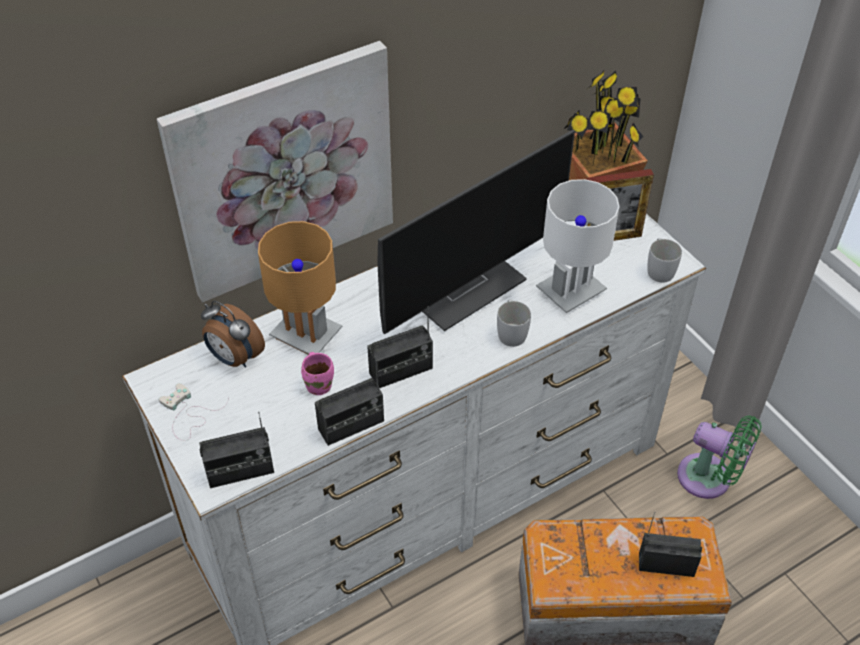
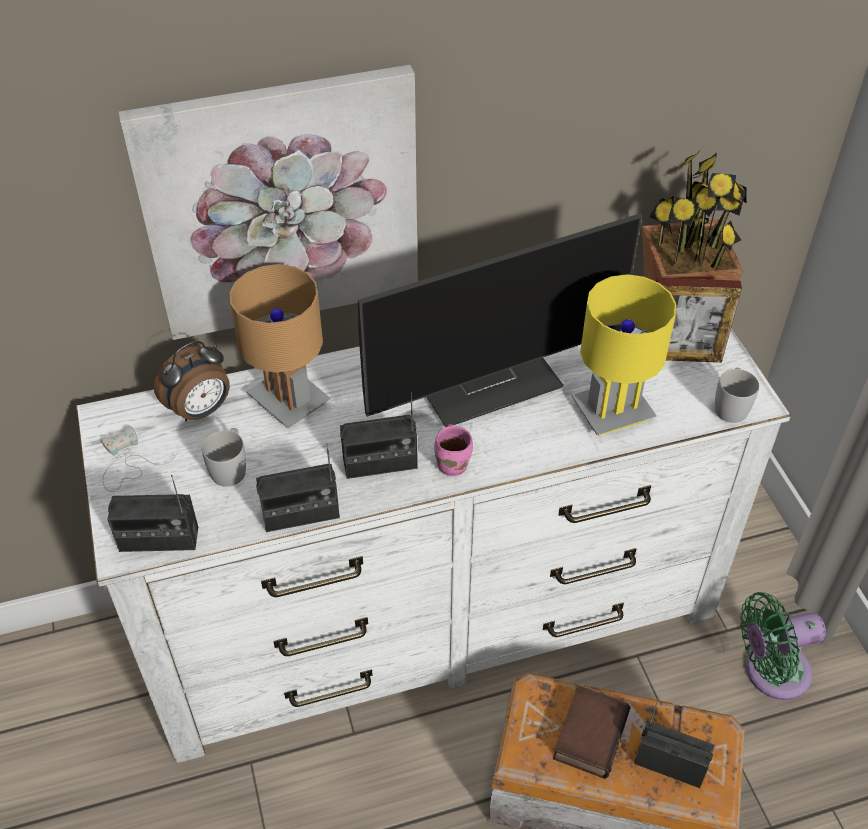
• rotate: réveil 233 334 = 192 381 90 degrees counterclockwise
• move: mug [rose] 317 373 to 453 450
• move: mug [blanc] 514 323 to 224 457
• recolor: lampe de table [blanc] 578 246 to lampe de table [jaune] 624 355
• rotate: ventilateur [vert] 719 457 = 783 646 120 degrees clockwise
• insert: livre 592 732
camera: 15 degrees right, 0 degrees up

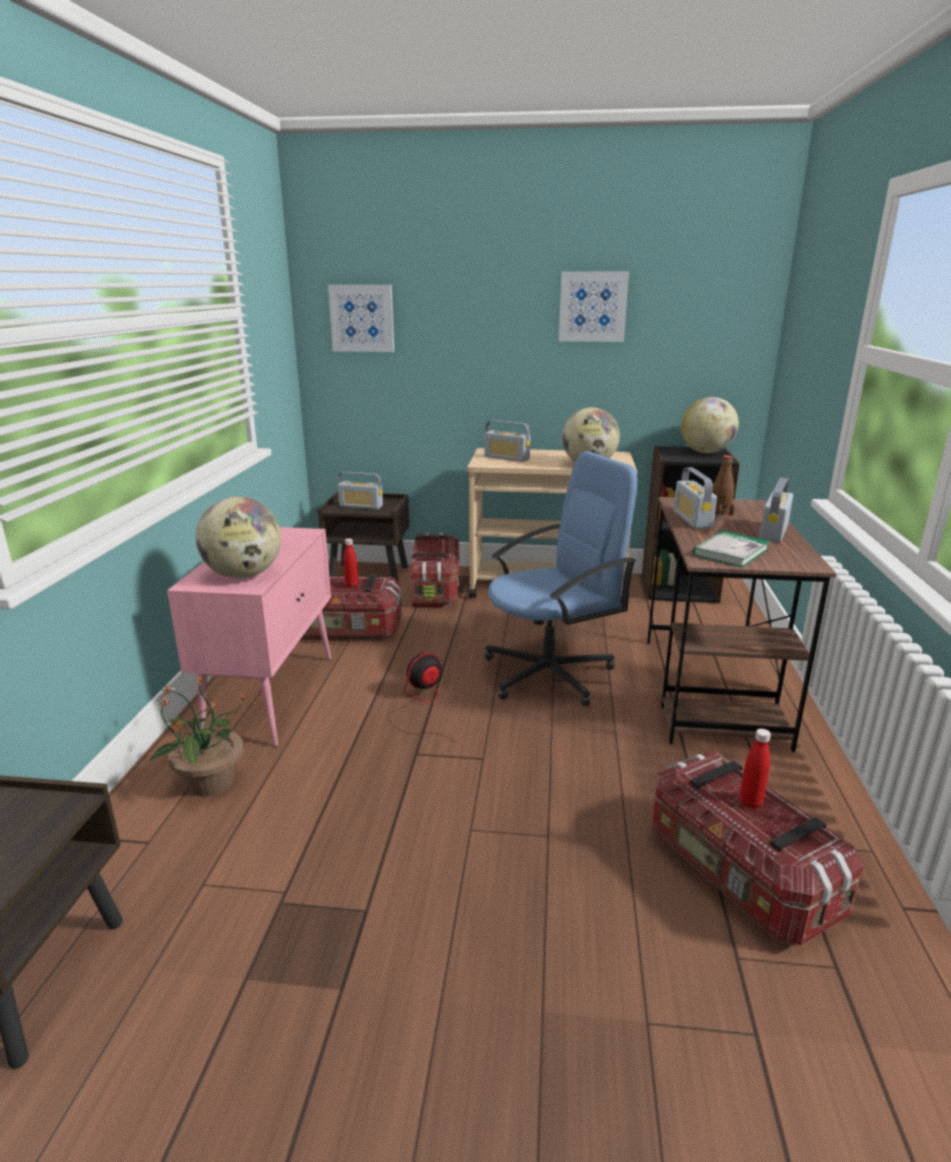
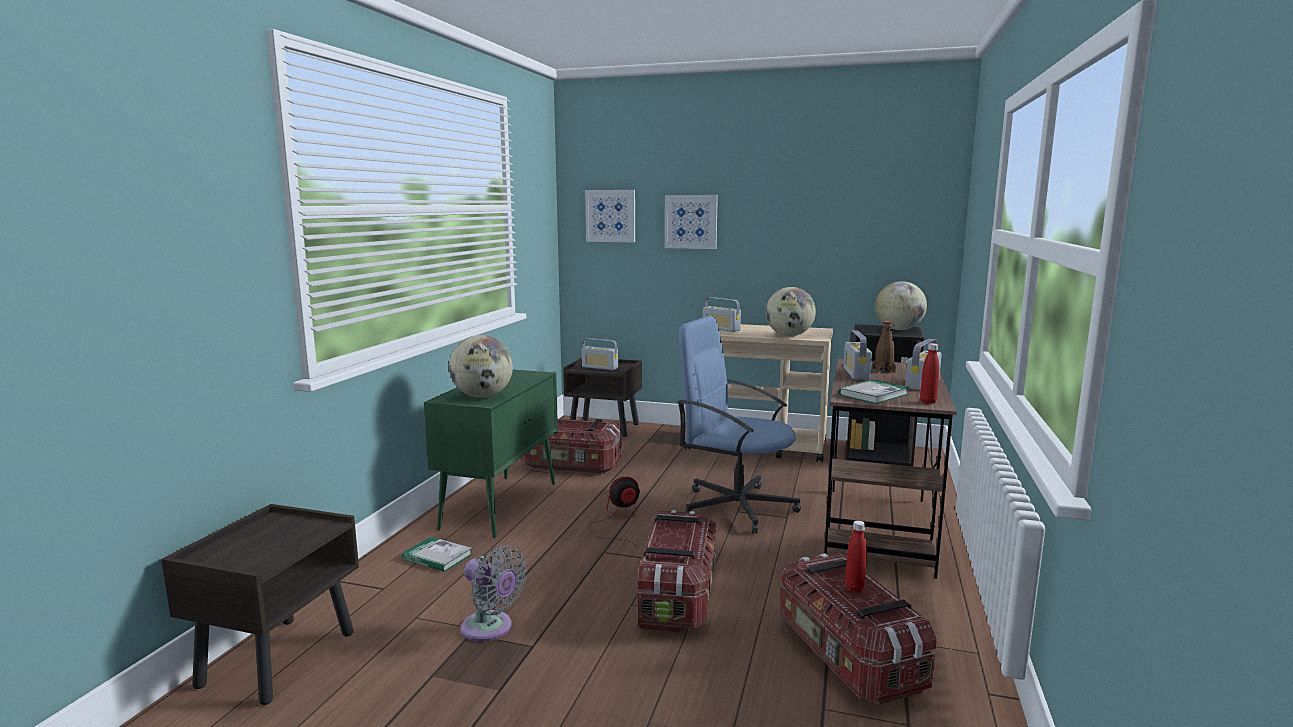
• replace: plante en pot 198 736 to livre 437 554
• recolor: meuble de rangement [rose] 249 637 to meuble de rangement [vert] 491 454
• move: bouteille [rouge] 350 563 to 929 373
• move: boîte de rangement 435 570 to 677 571
• rotate: chaise de bureau [bleu] 560 578 = 739 425 135 degrees counterclockwise
• move: tableau 594 306 to 691 222
• insert: ventilateur [gris] 494 594
camera: 10 degrees right, 10 degrees down

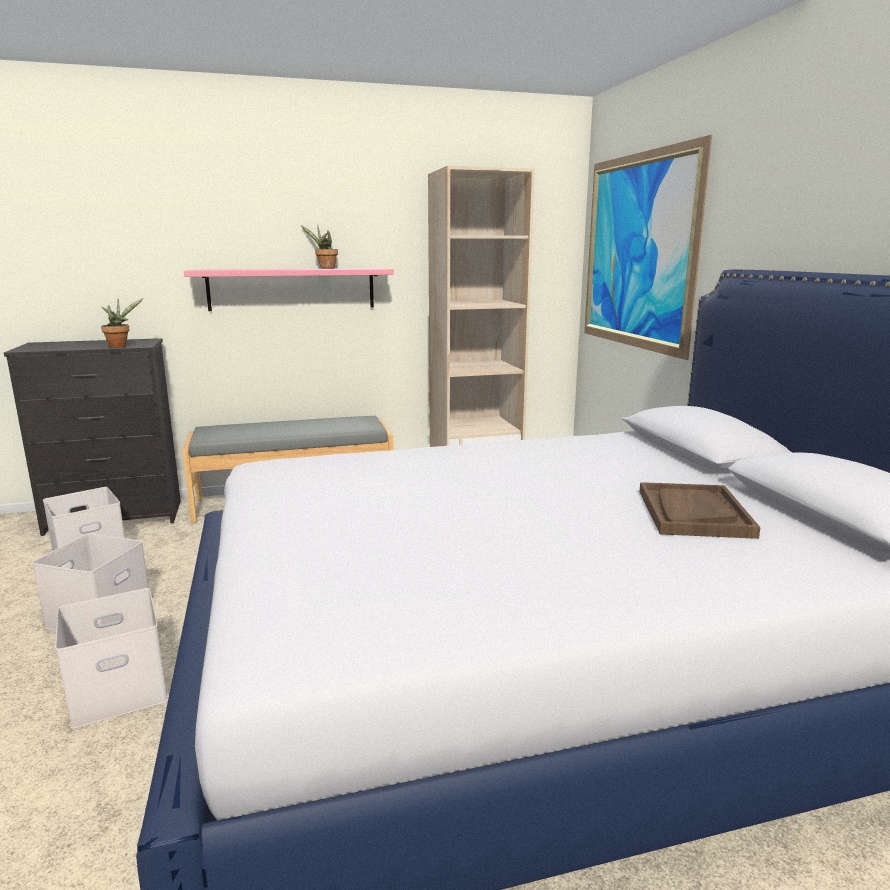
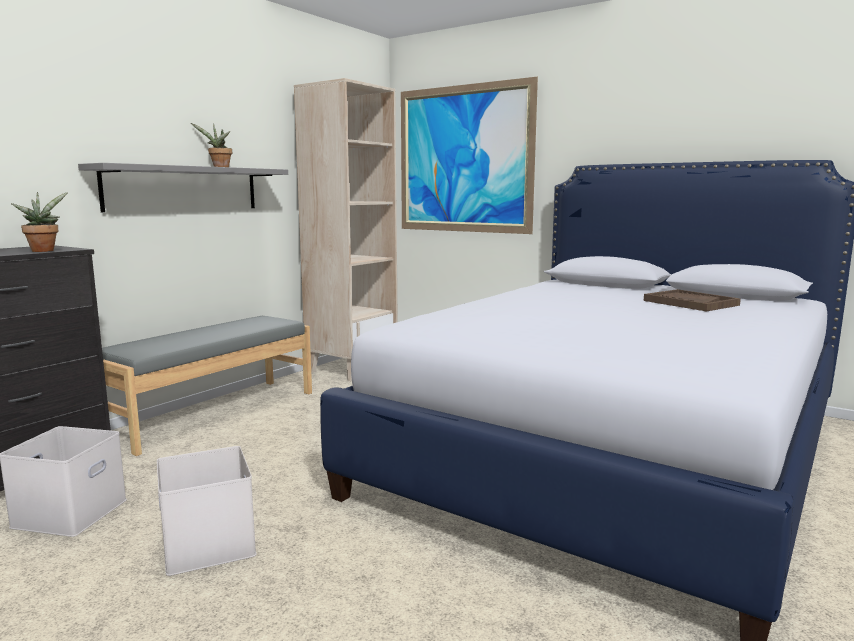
• delete: boîte de rangement [blanc] 111 658
• recolor: étagère [rose] 289 289 to étagère [gris] 183 187
camera: 40 degrees left, 5 degrees down

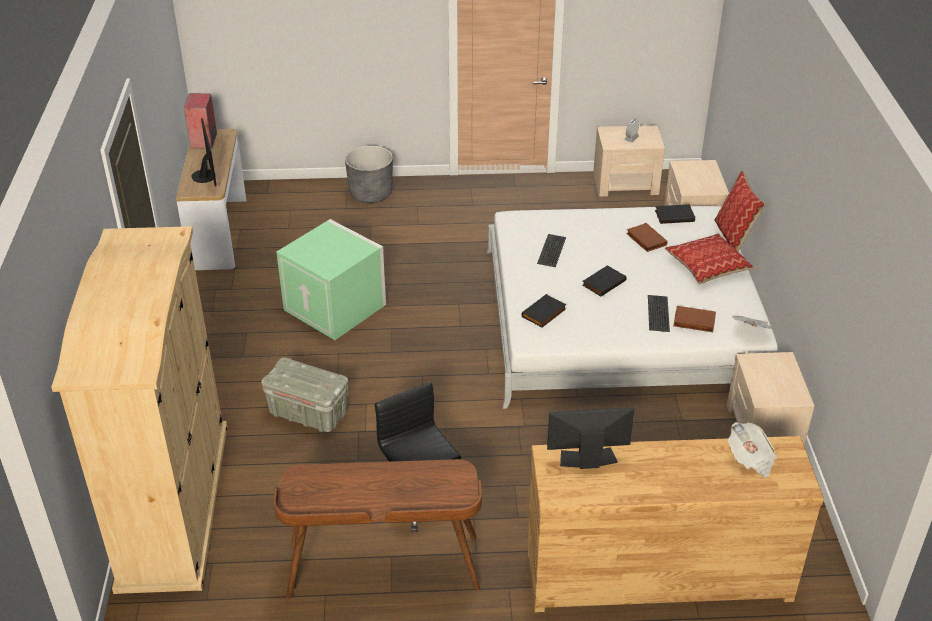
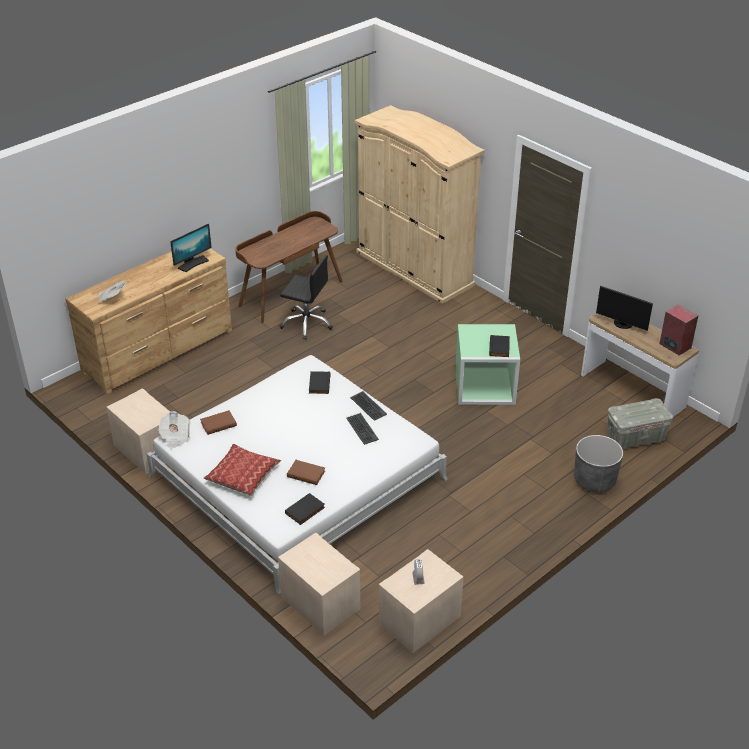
• move: boîte de rangement [gris] 304 395 to 640 424
• move: livre [noir] 604 281 to 499 346
• move: clavier 659 313 to 368 406
• delete: coussin 740 211
camera: 140 degrees right, 0 degrees up

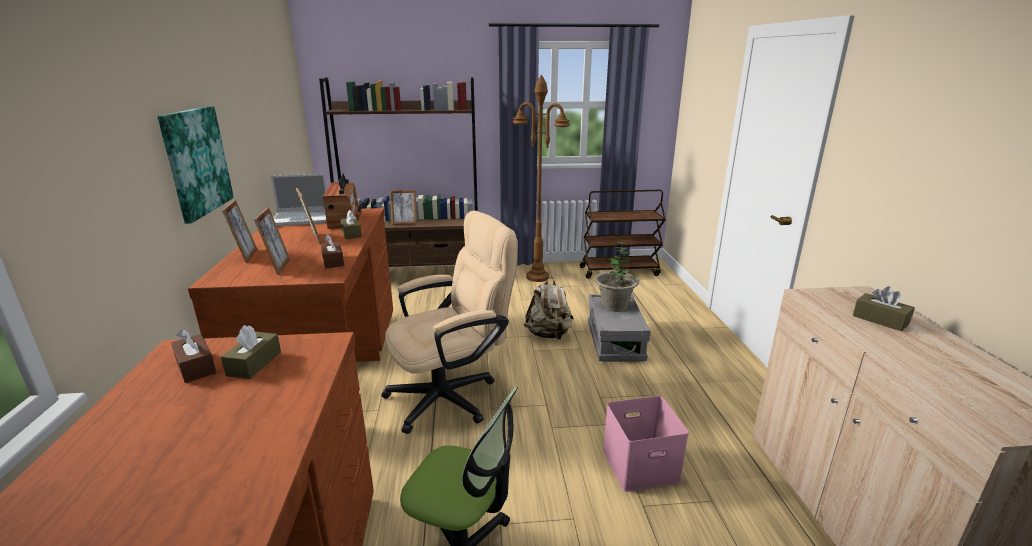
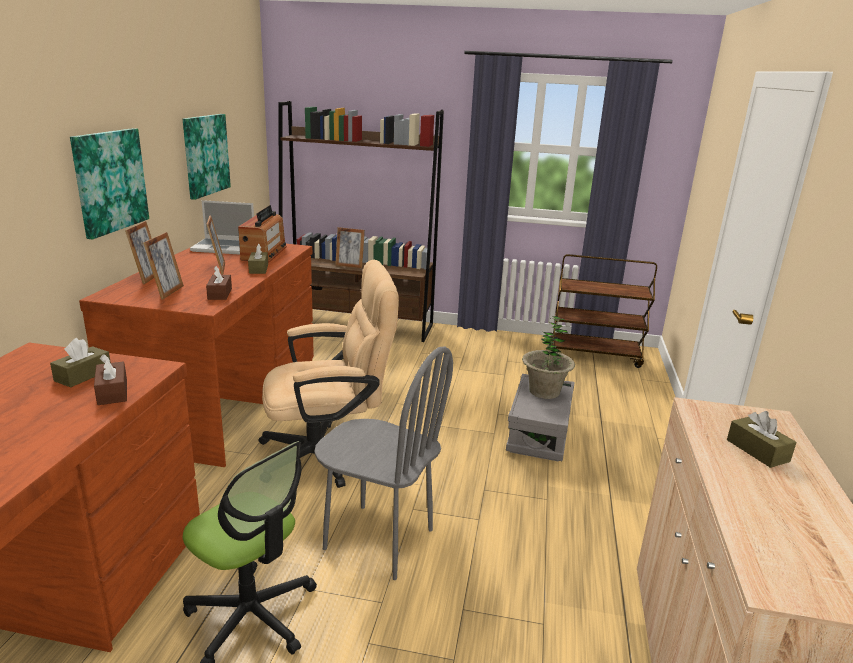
• move: boîte à mouchoirs [marron] 194 356 to 110 379
• delete: lampadaire [marron] 541 178
• delete: sac à dos [beige] 549 308
• delete: boîte de rangement [rose] 646 444
• insert: tableau 207 157
• insert: chaise [gris] 383 463
camera: 15 degrees right, 0 degrees up

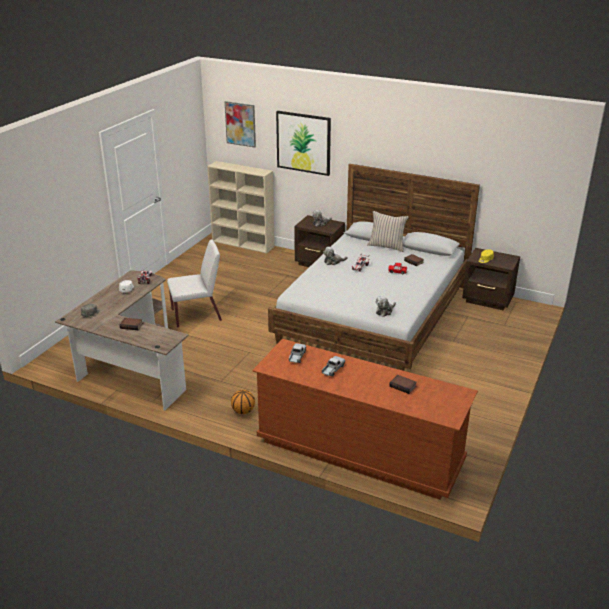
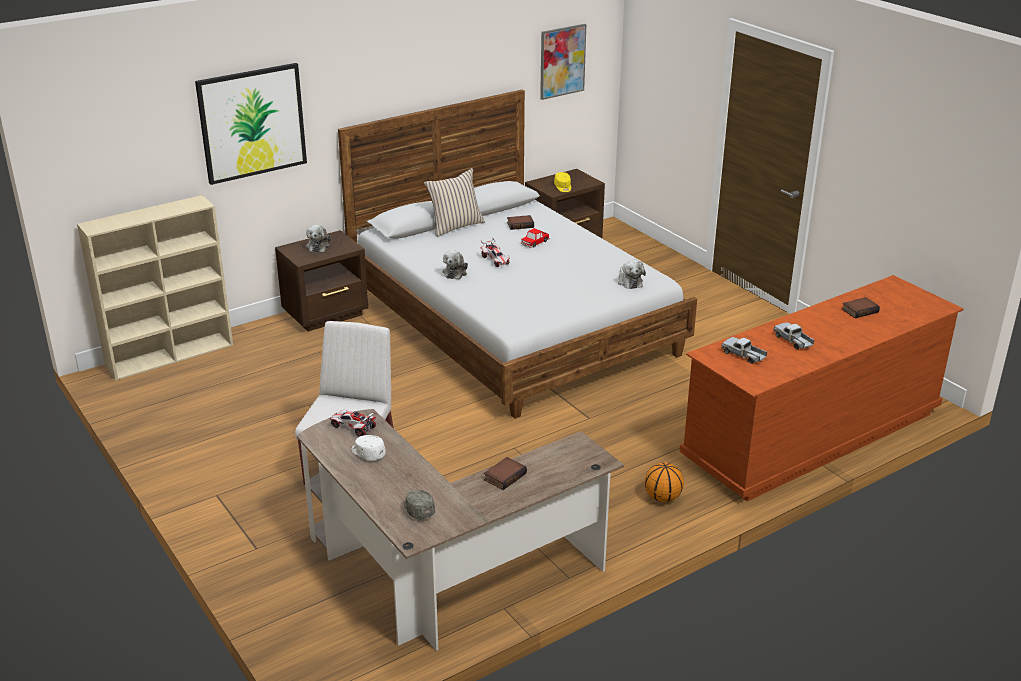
• move: tableau 240 124 to 563 62
camera: 60 degrees left, 0 degrees up

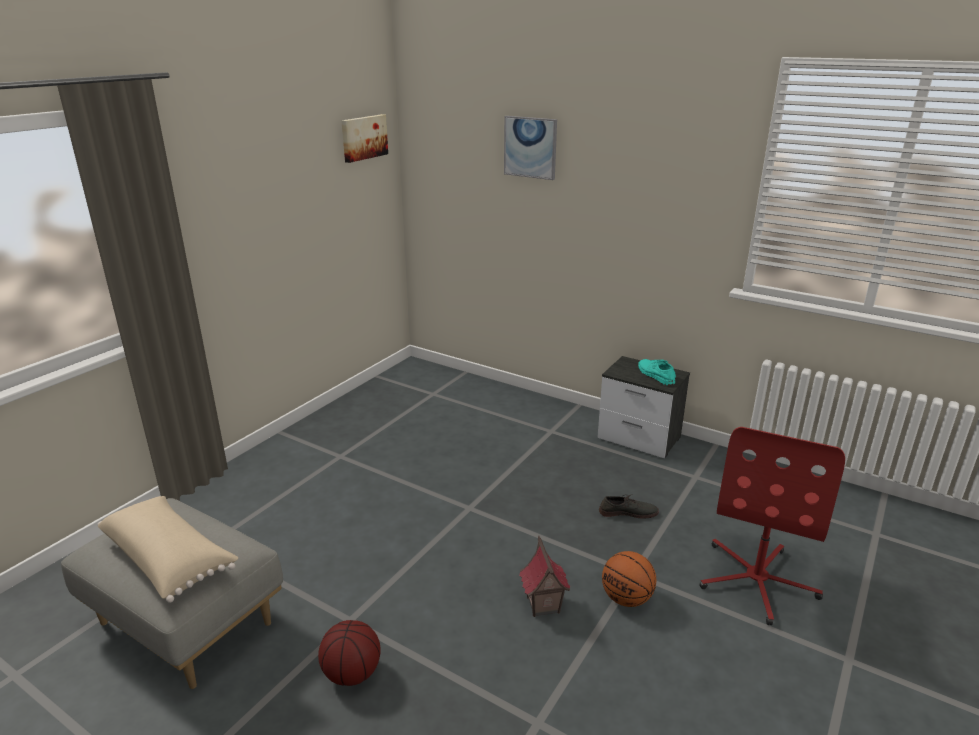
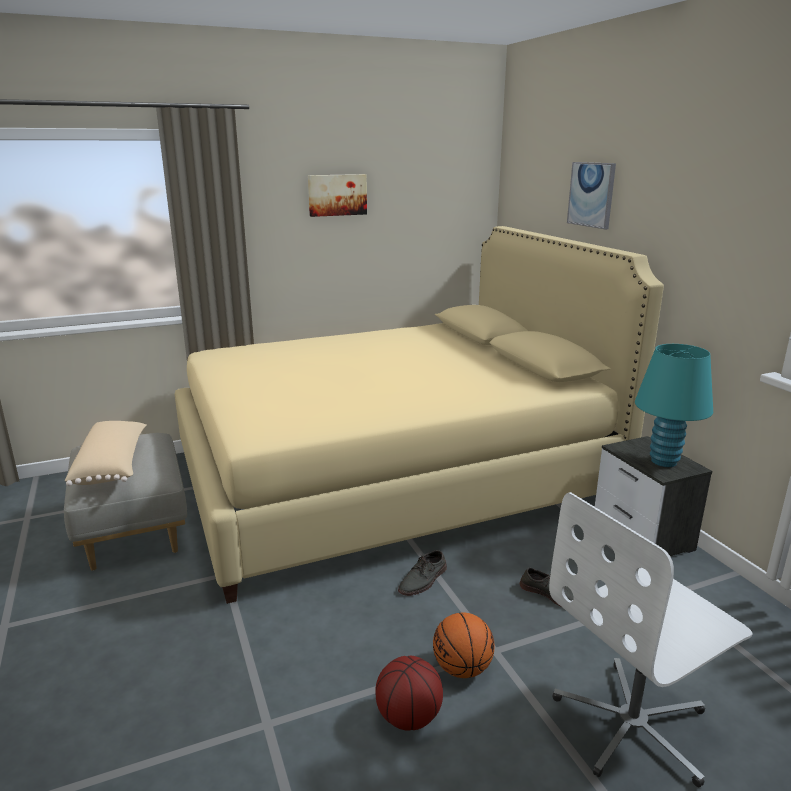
• move: ballon de basket 349 653 to 409 693
• move: tableau 364 138 to 337 195
• delete: maison miniature 544 576
• replace: chaussure [turquoise] 657 372 to lampe de table [turquoise] 674 405
• recolor: chaise de bureau [rouge] 772 526 to chaise de bureau [blanc] 650 639
• insert: lit [beige] 419 415
• insert: chaussure [gris] 422 573
camera: 35 degrees right, 5 degrees down

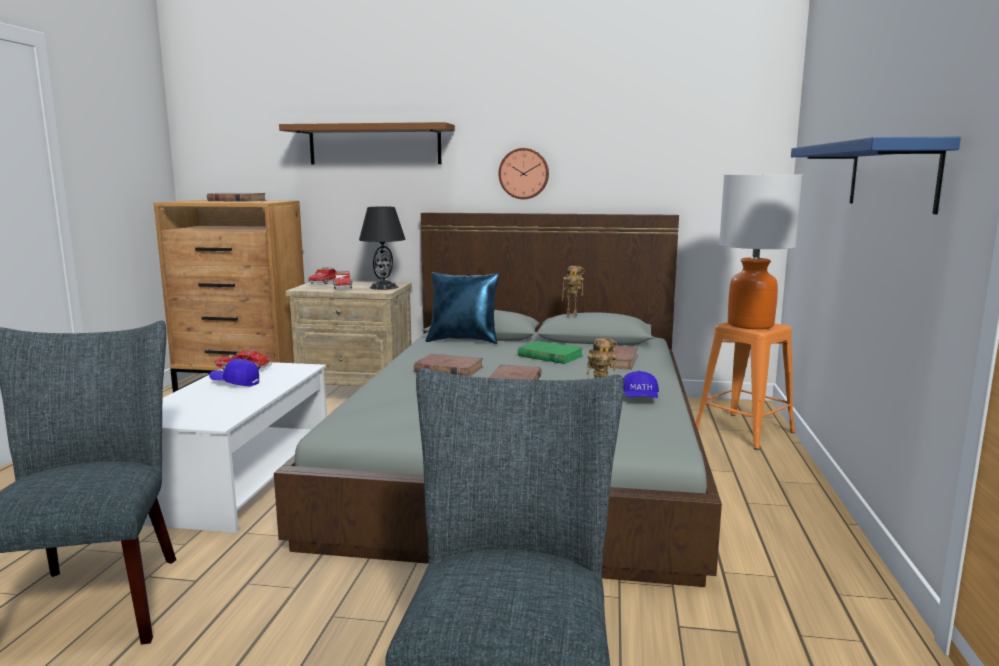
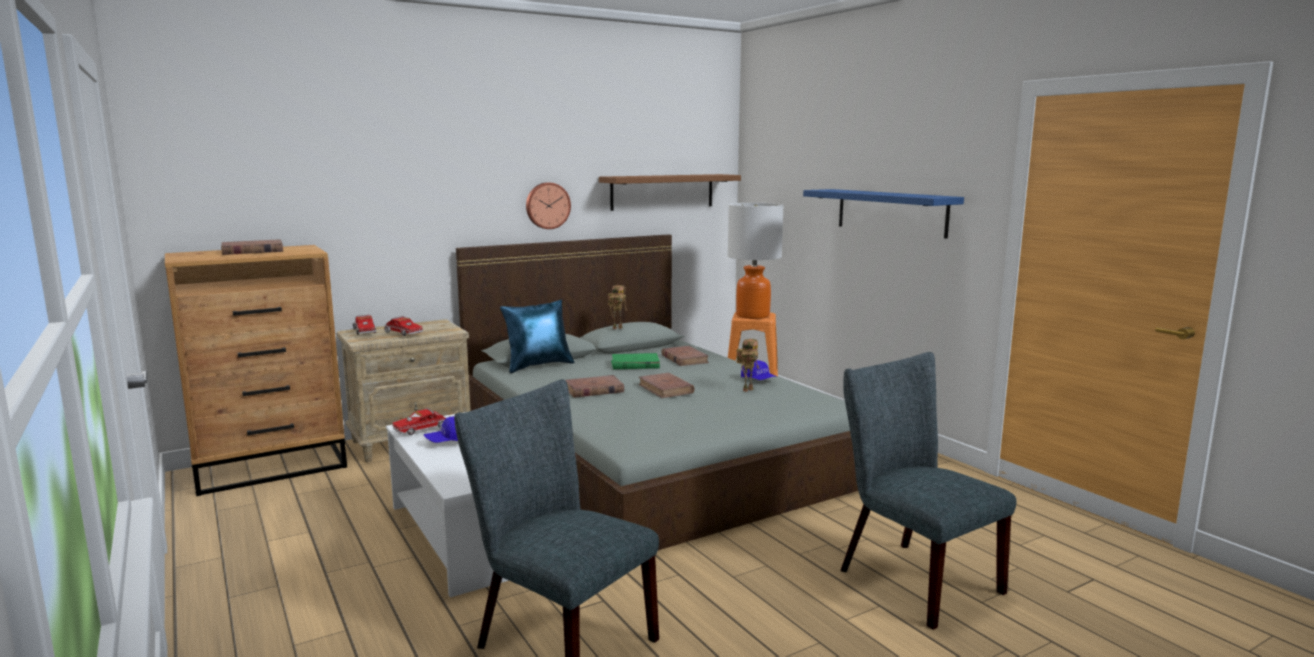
• move: étagère [marron] 367 143 to 670 192
• delete: lampe de table [noir] 382 248
camera: 40 degrees left, 0 degrees up

